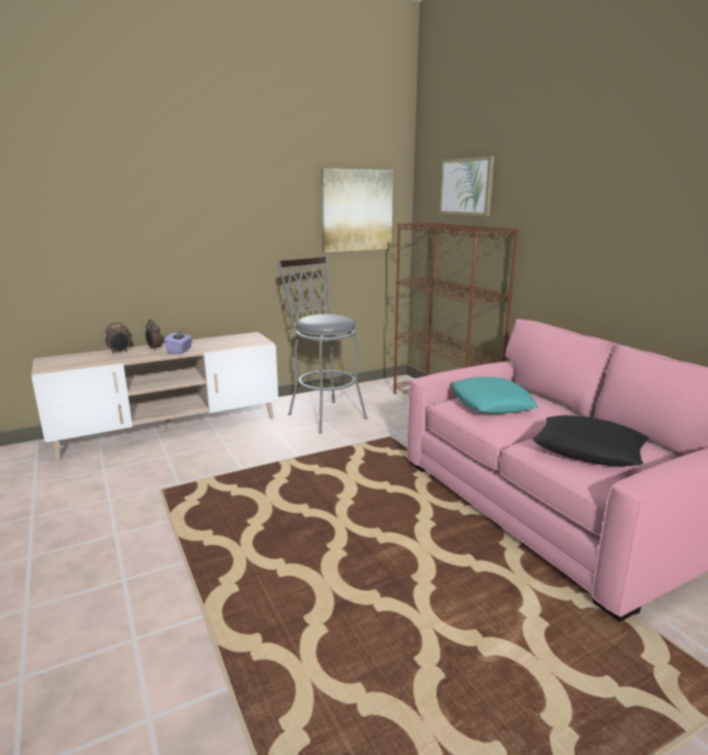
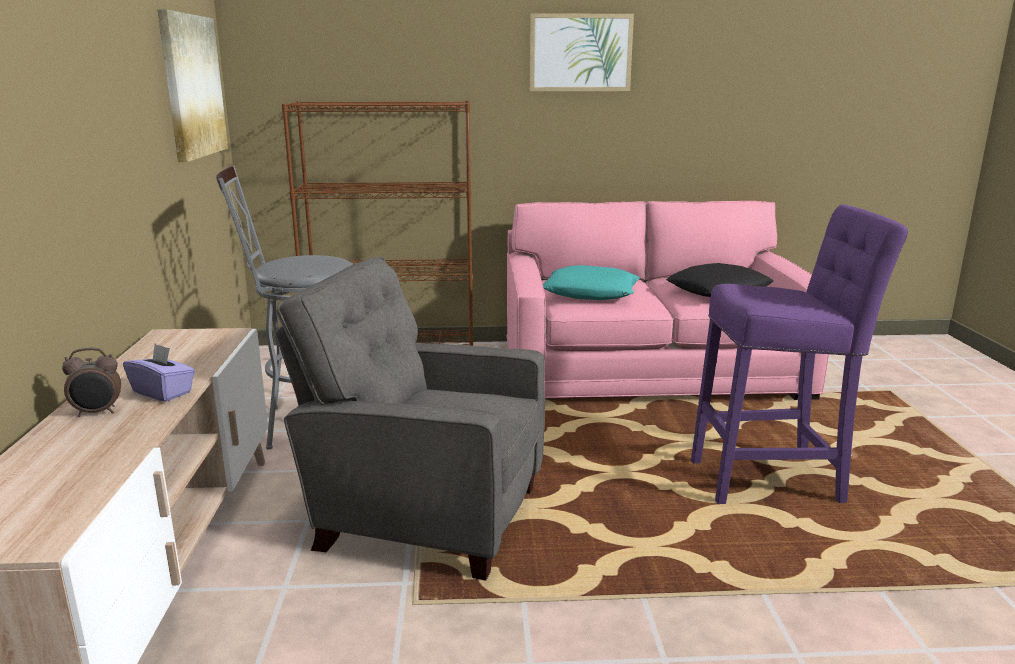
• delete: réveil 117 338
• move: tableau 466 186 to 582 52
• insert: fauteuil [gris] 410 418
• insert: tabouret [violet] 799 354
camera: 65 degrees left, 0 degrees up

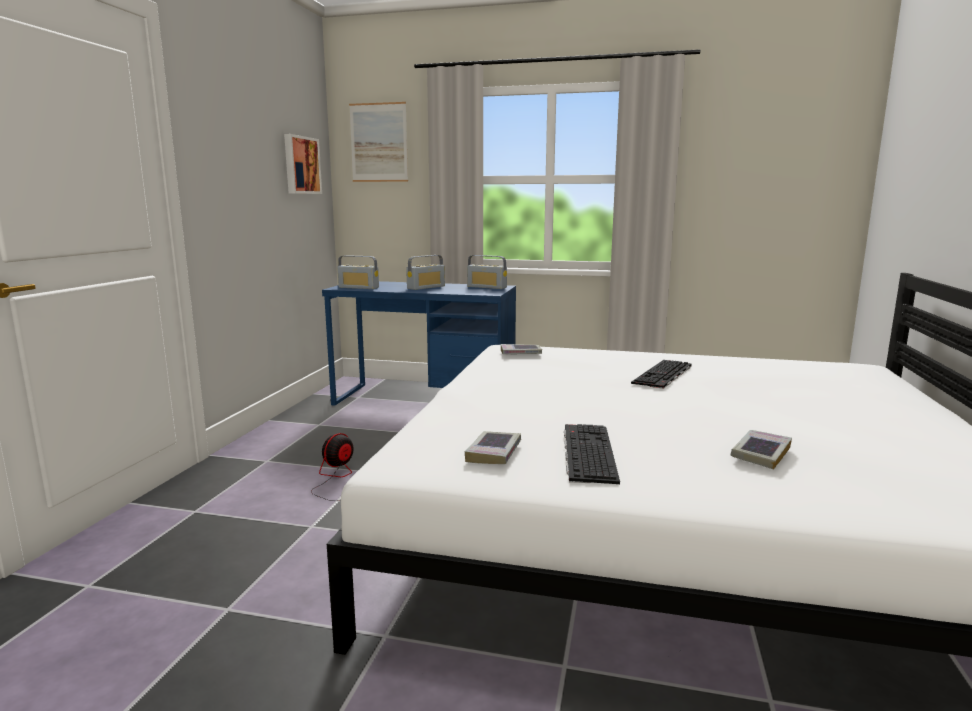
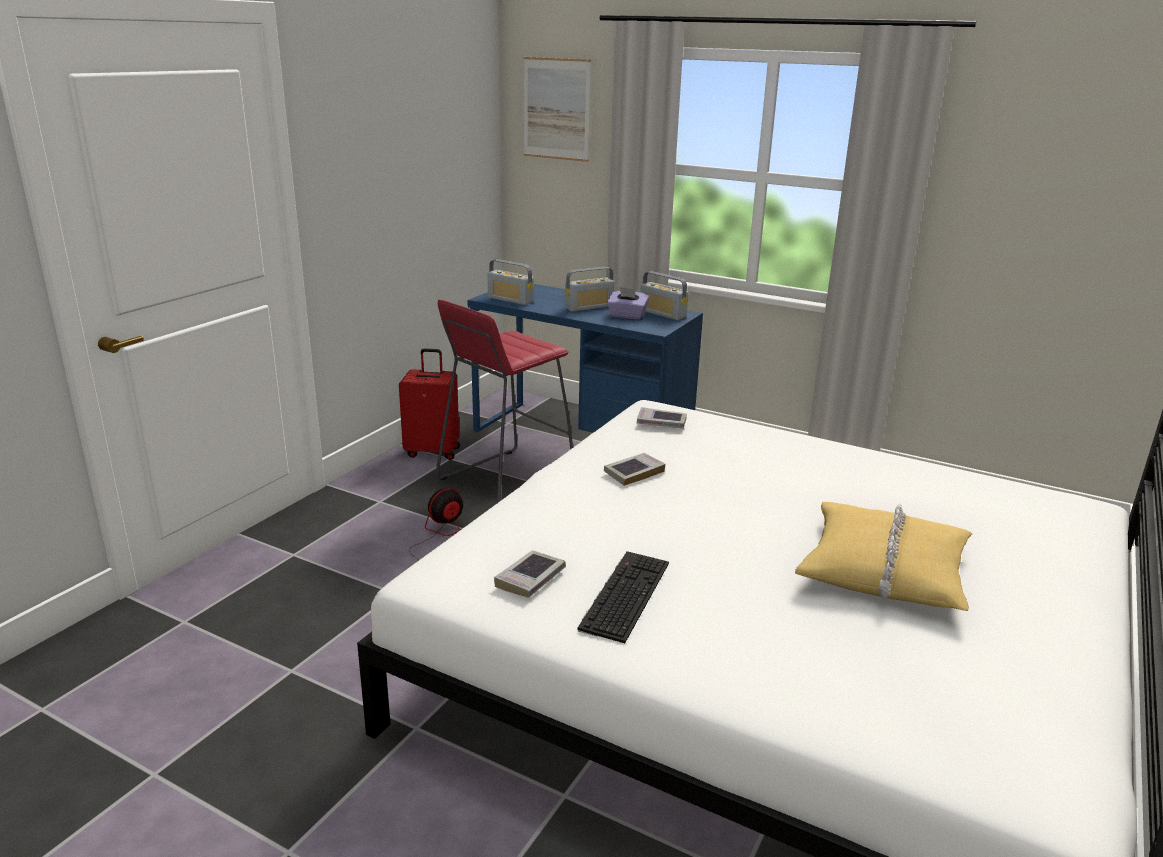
• delete: tableau 303 164
• delete: clavier 661 374
• move: livre 761 450 to 634 469
• insert: valise [rouge] 429 404
• insert: tabouret [rouge] 504 401
• insert: boîte à mouchoirs [violet] 628 303
• insert: coussin [jaune] 883 556
camera: 15 degrees right, 10 degrees up

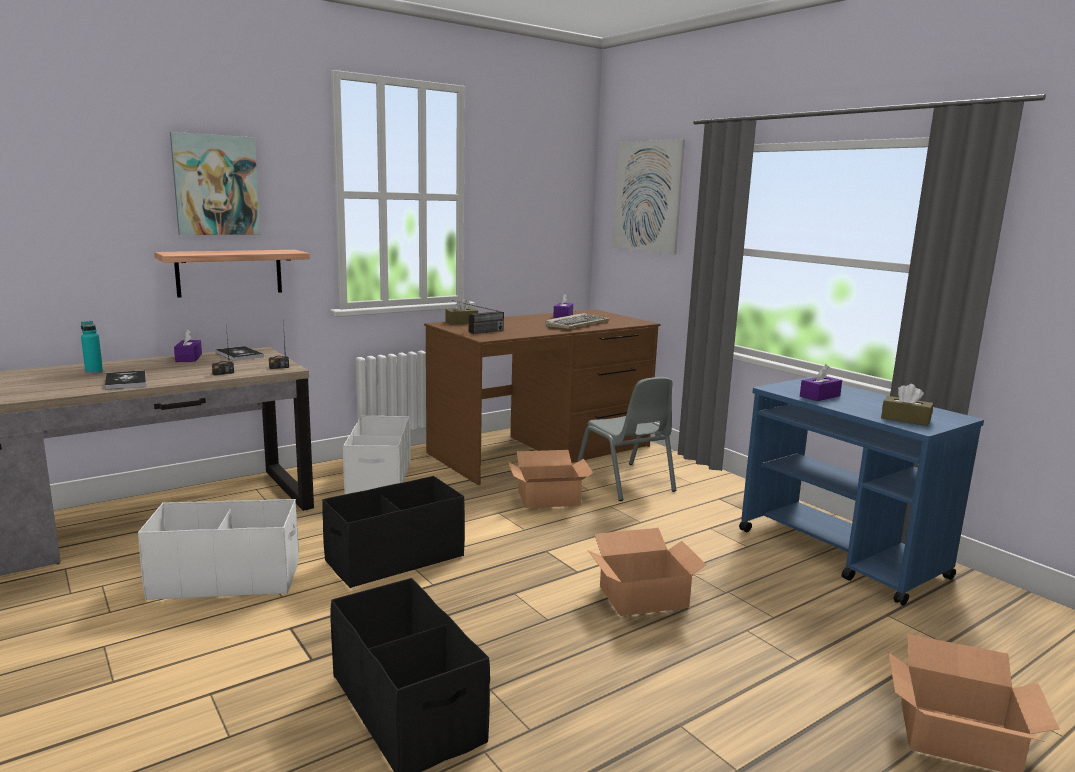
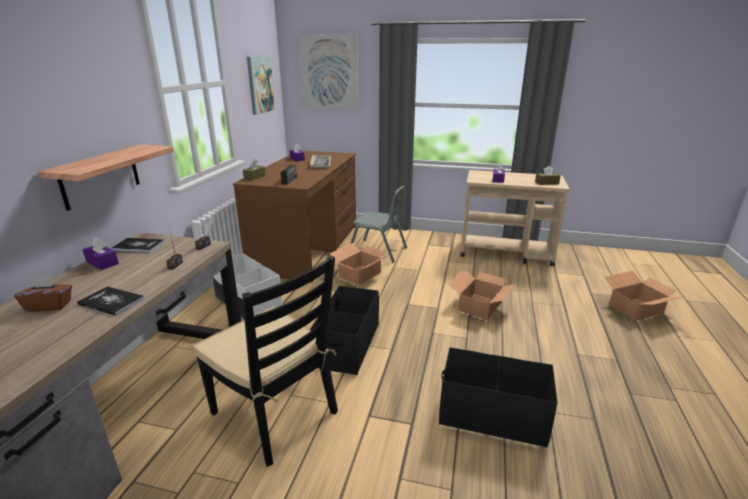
• replace: bouteille [turquoise] 92 347 to boîte à mouchoirs [marron] 43 294
• replace: boîte de rangement [blanc] 218 549 to chaise [noir] 265 361
• move: tableau 215 183 to 261 85
• recolor: chariot [bleu] 861 491 to chariot [beige] 515 218
camera: 40 degrees left, 10 degrees up

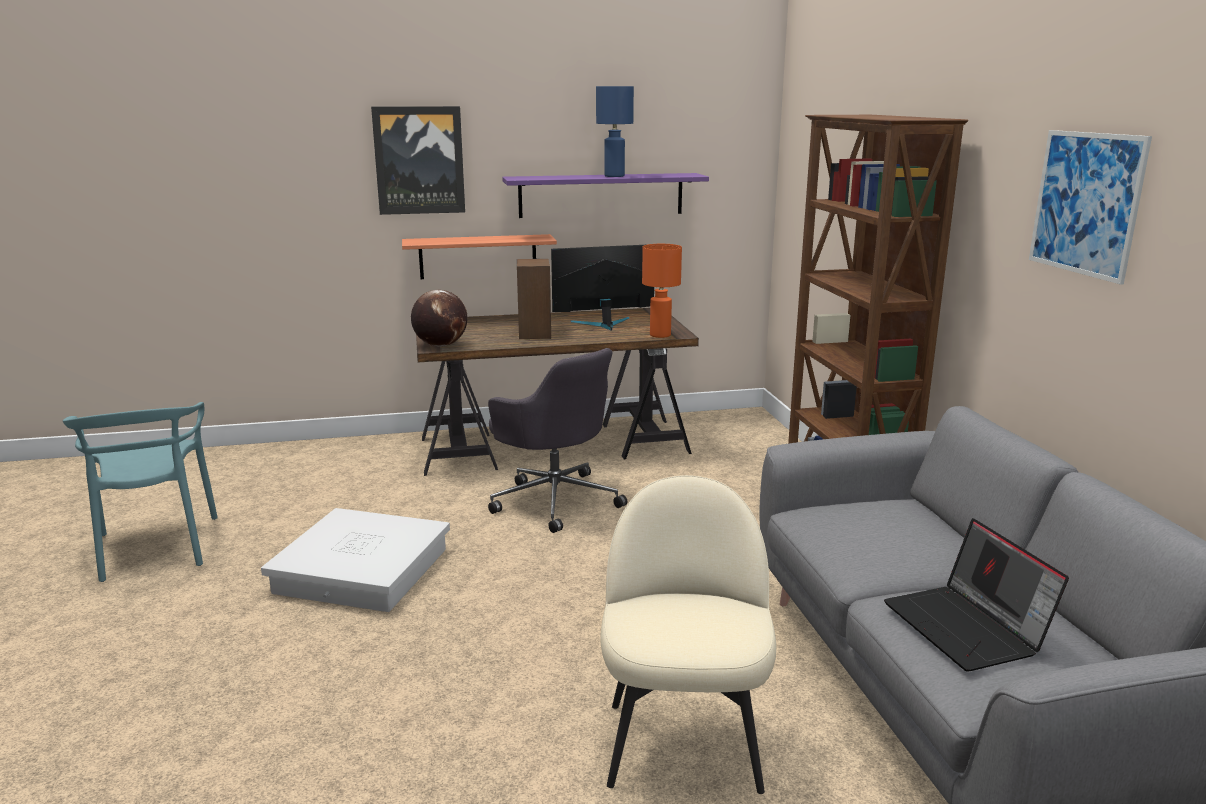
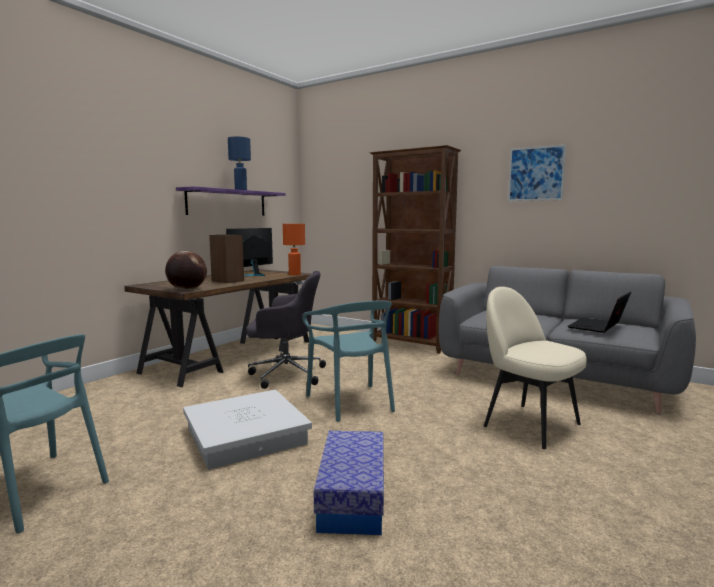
• delete: tableau 418 160
• delete: étagère 479 256
• rotate: ordinateur portable 976 594 = 599 312 105 degrees clockwise
• insert: chaise [turquoise] 348 361
• insert: boîte de rangement 349 483
camera: 45 degrees left, 10 degrees down

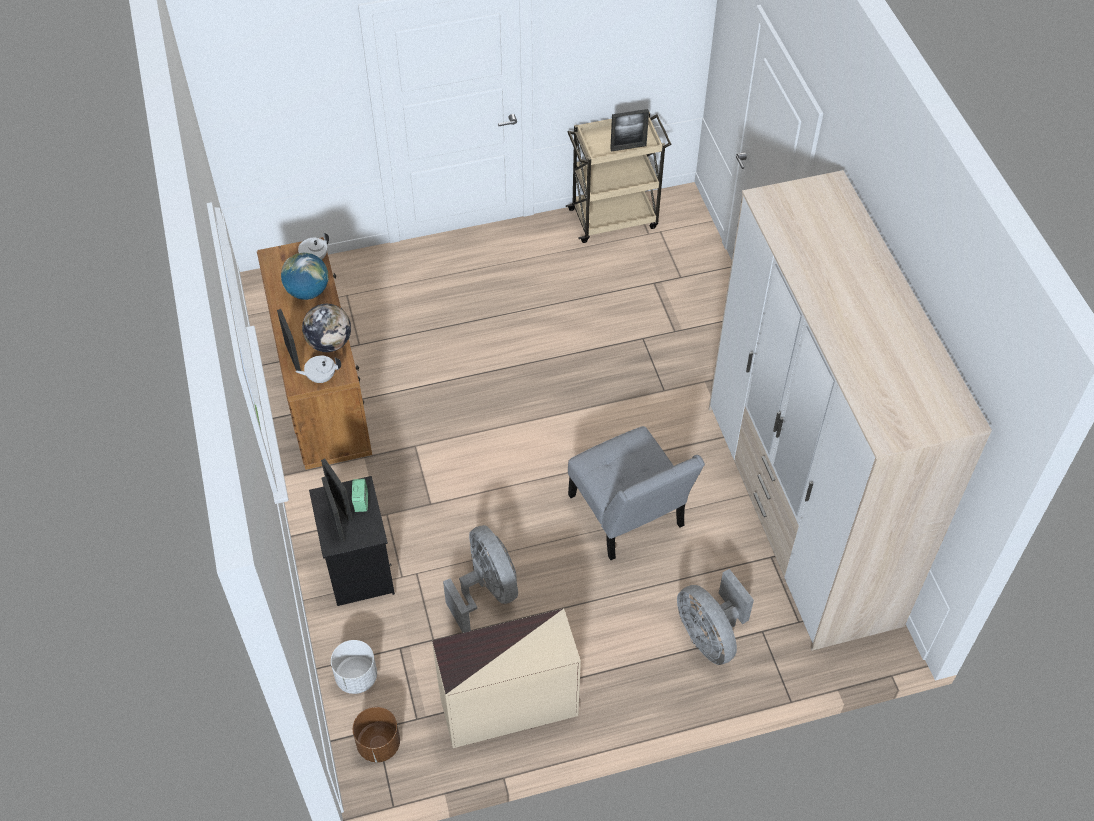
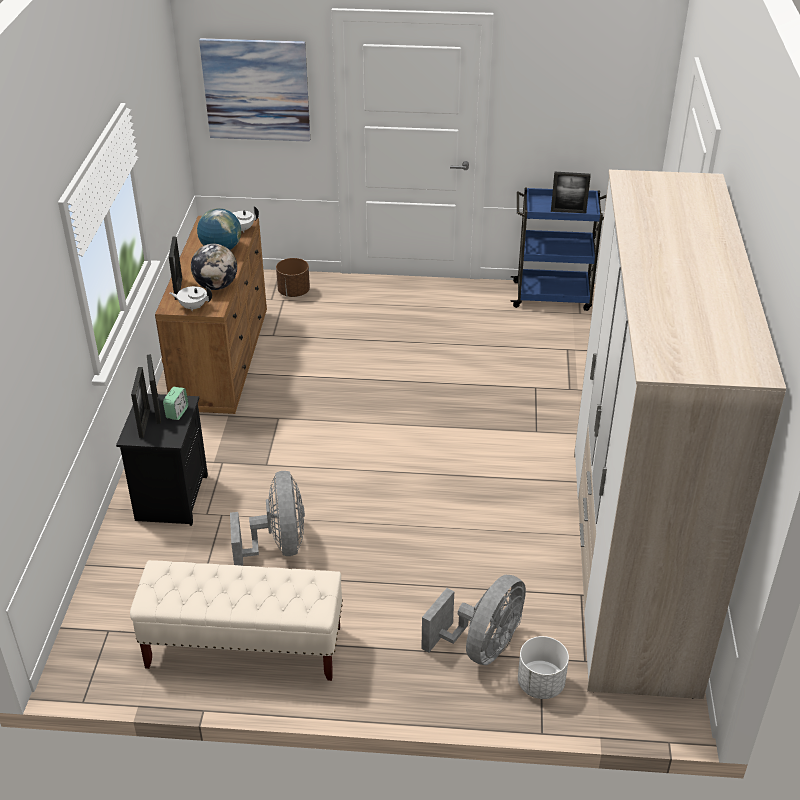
• move: cache-pot [blanc] 354 667 to 543 667
• move: cache-pot [marron] 376 734 to 293 277
• replace: commode [beige] 506 678 to banc [beige] 236 620
• recolor: chariot [beige] 619 177 to chariot [bleu] 559 249
• delete: chaise [gris] 636 493
• rotate: ventilateur [gris] 715 617 = 473 620 135 degrees counterclockwise
• insert: tableau 254 90
camera: 20 degrees right, 15 degrees down

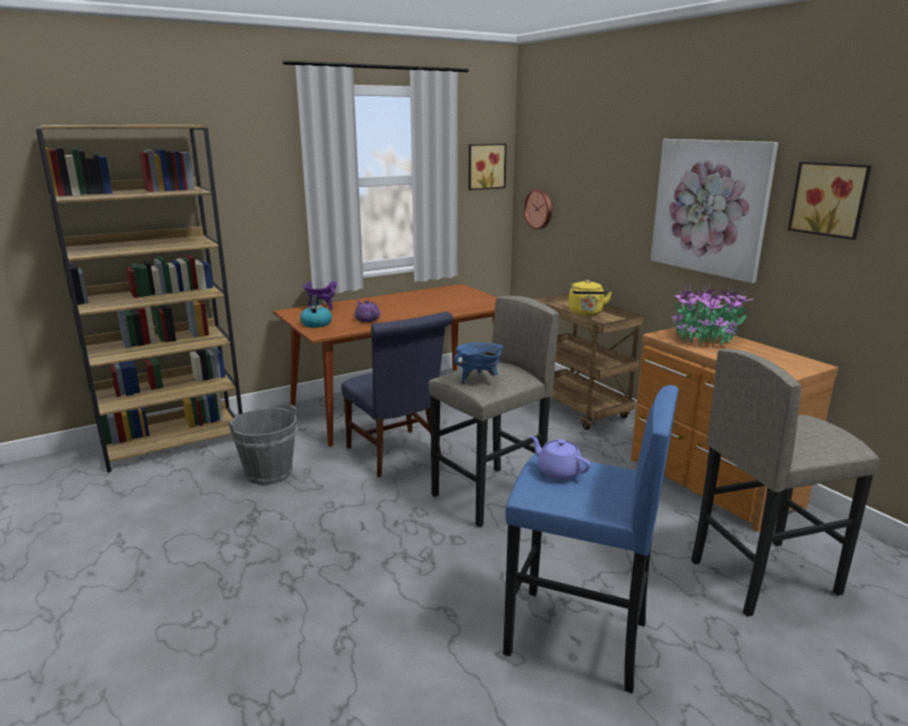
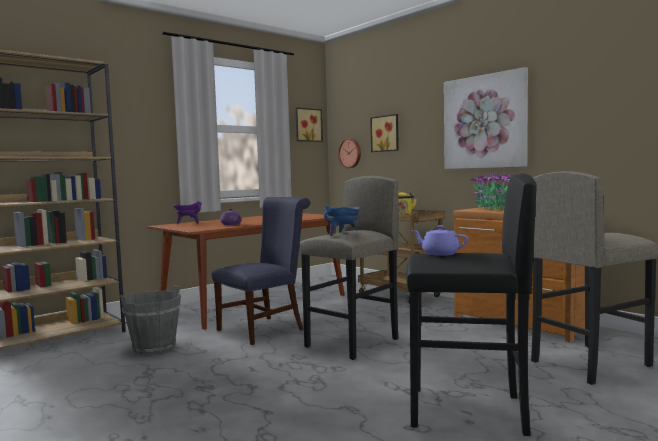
• delete: bouilloire 316 311
• rotate: chaise [bleu] 397 394 = 261 271 90 degrees counterclockwise
• recolor: tabouret [bleu] 591 539 to tabouret [noir] 471 304
• move: tableau 830 201 to 384 133
camera: 10 degrees left, 15 degrees down

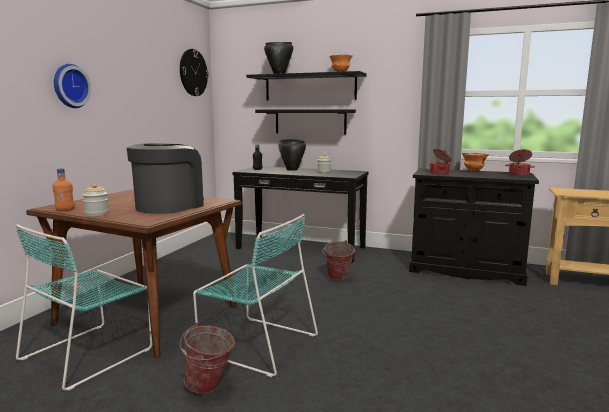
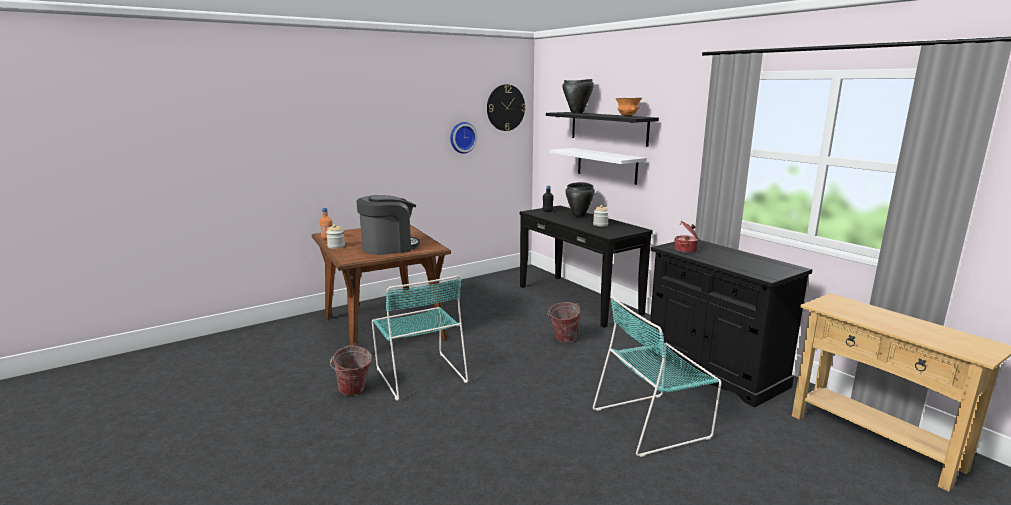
• move: chaise [turquoise] 84 307 to 657 376
• move: horloge murale 72 86 to 464 138
• recolor: étagère [noir] 305 122 to étagère [blanc] 598 166
• delete: bol [orange] 475 162
• delete: marmite 520 162
camera: 35 degrees right, 5 degrees up

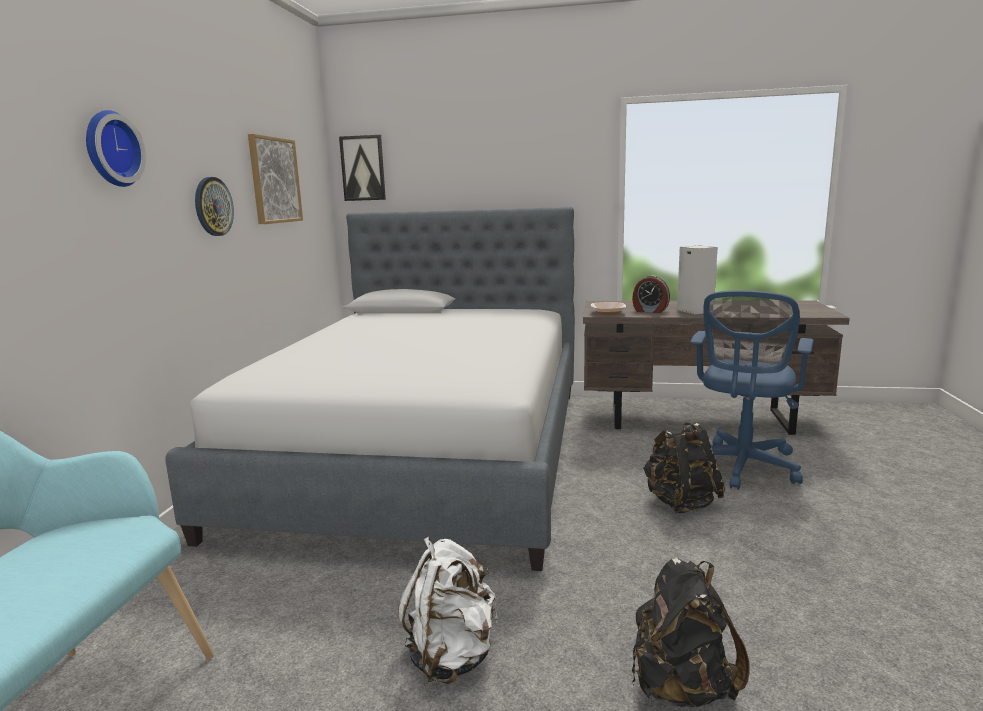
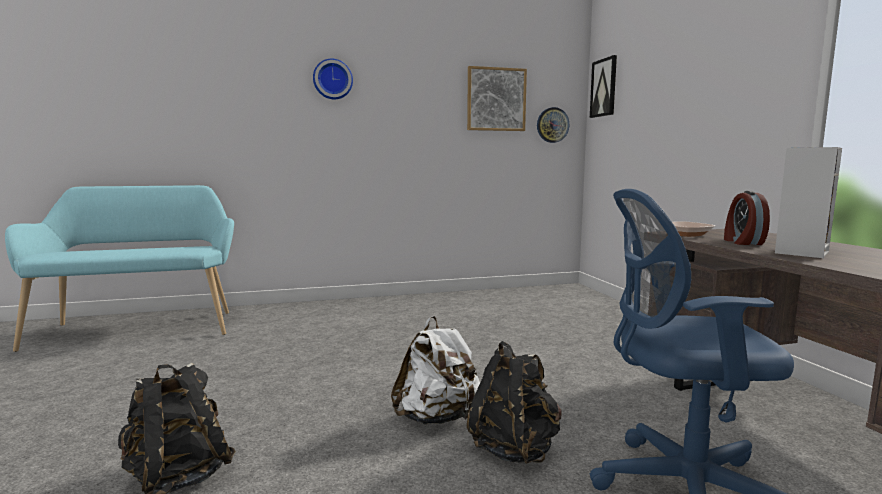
• delete: lit 370 389
• move: horloge murale 214 206 to 553 125
• move: sac à dos [blanc] 448 610 to 435 370
camera: 65 degrees right, 5 degrees down

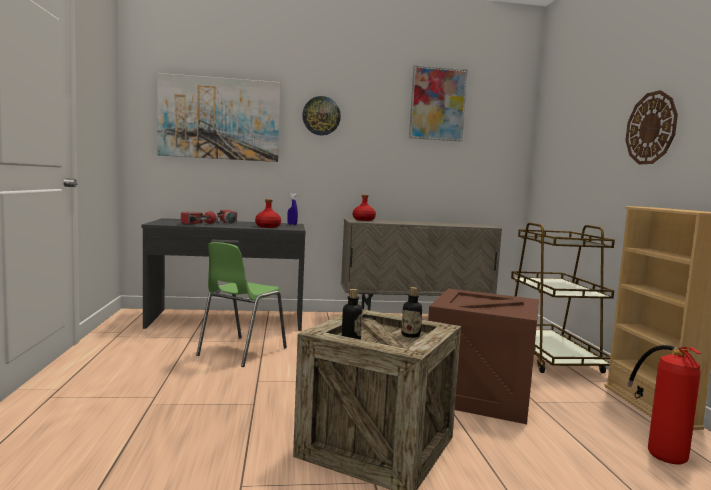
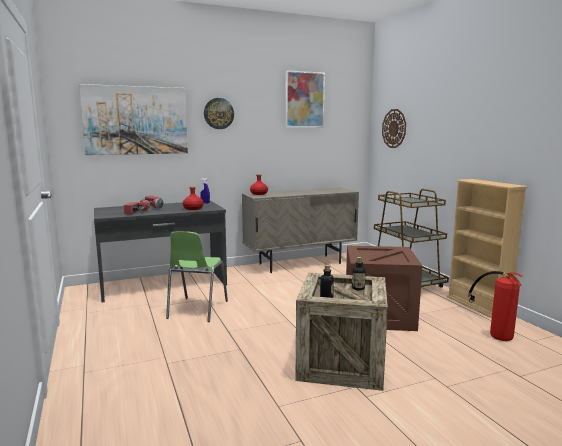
• move: horloge murale 651 127 to 394 128
camera: 15 degrees left, 5 degrees up

